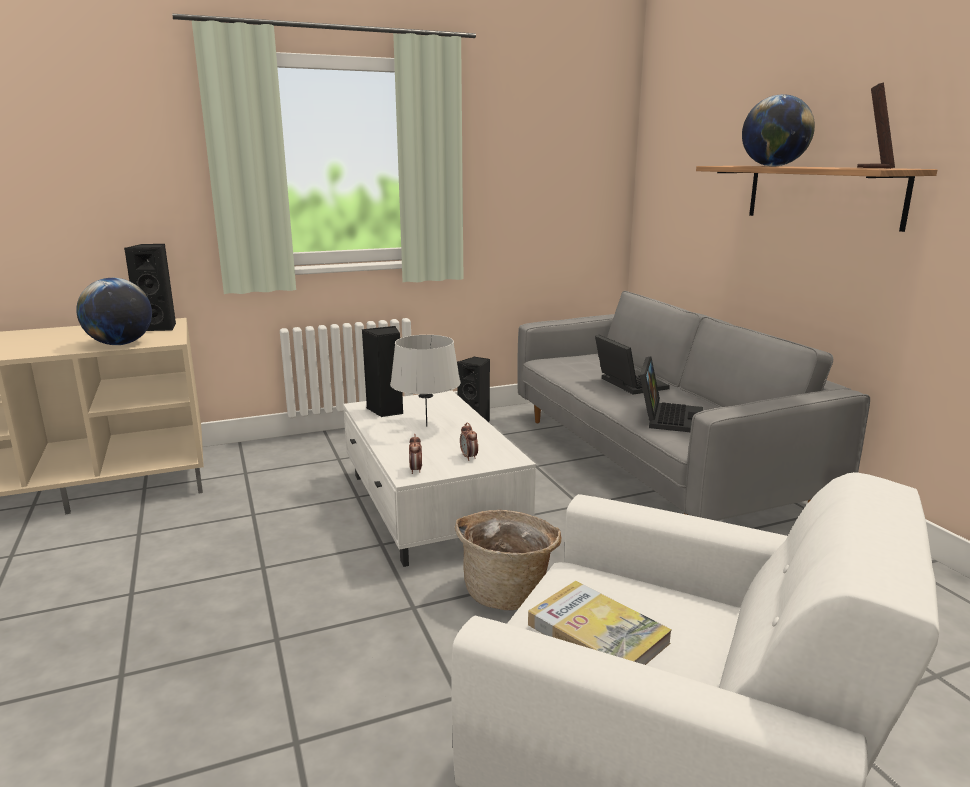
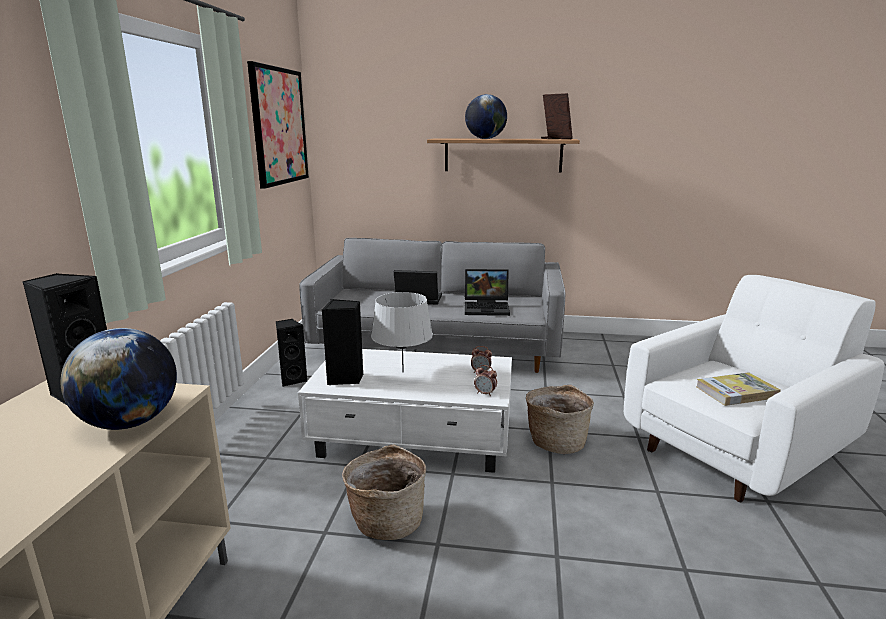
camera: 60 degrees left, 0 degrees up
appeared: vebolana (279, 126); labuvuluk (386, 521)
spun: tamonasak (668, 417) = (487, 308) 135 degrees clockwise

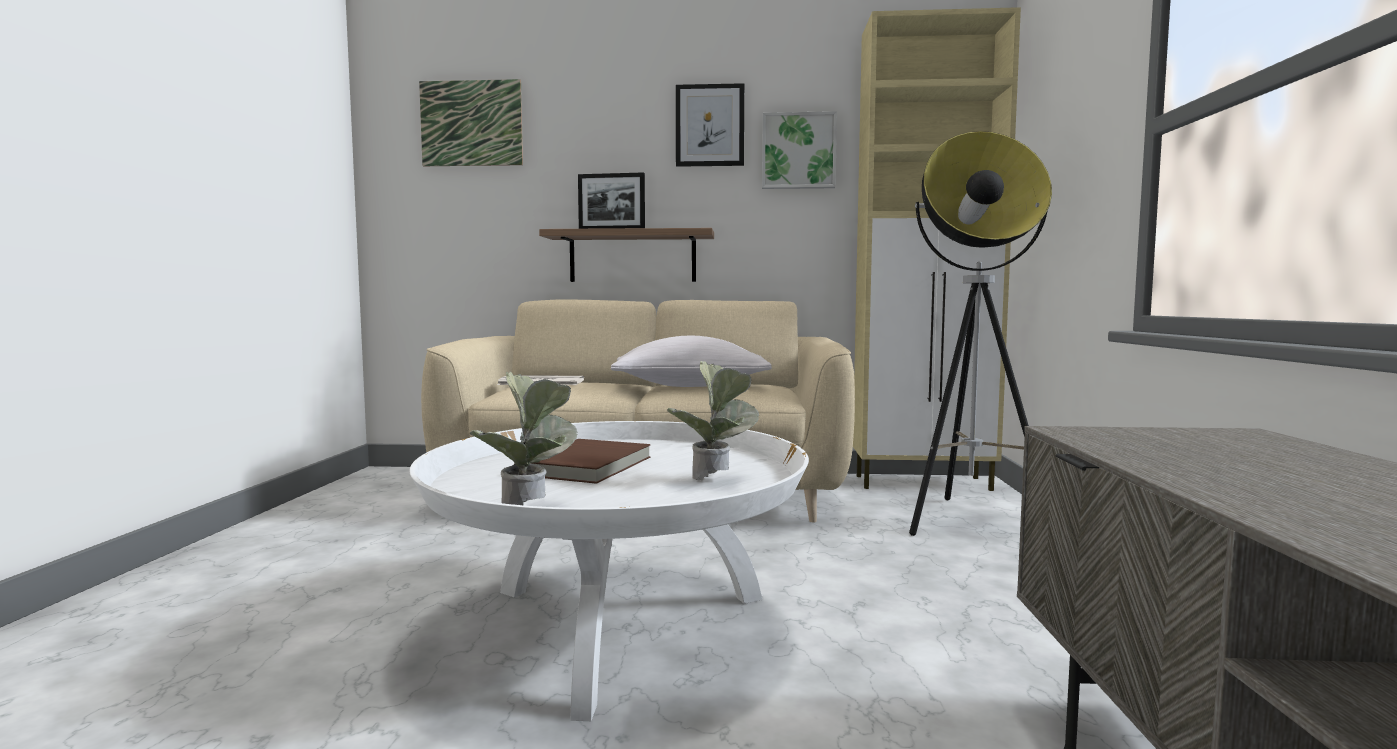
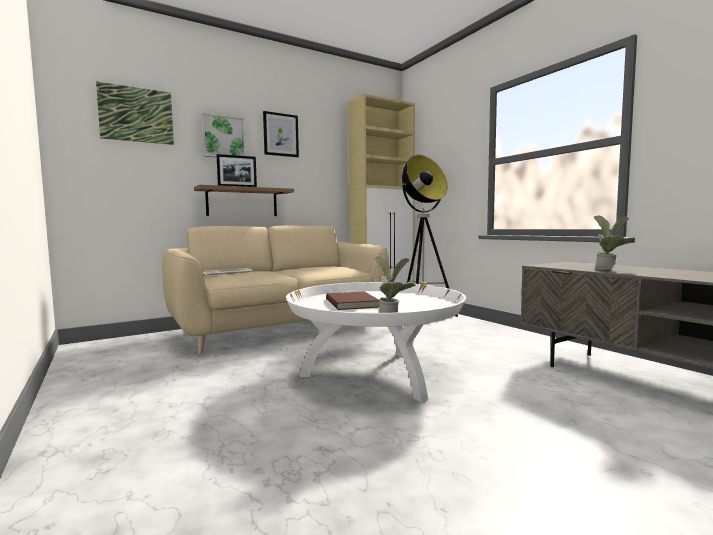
camera: 35 degrees left, 0 degrees up
missing: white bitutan (690, 386)
relocated: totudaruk (716, 480) to (609, 269); vebolana (798, 151) to (223, 137)

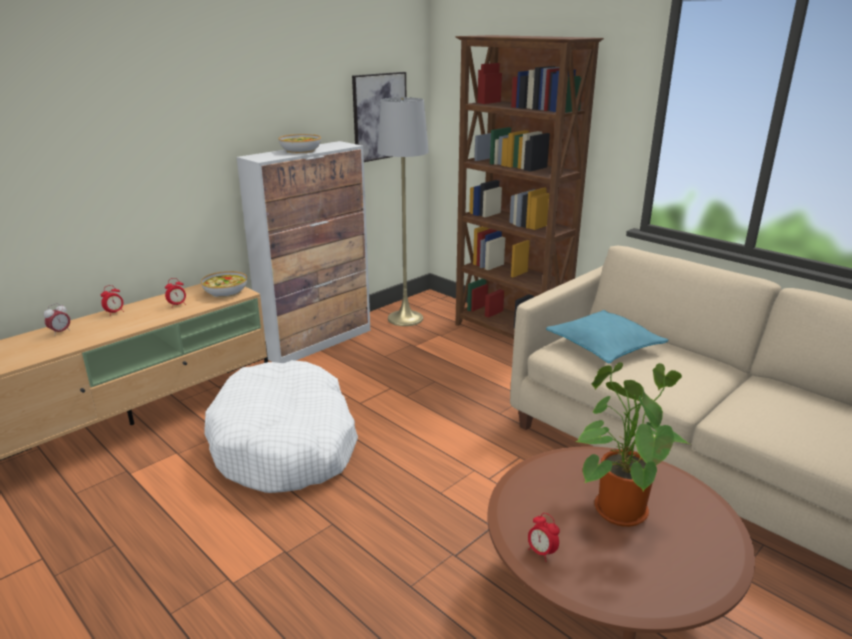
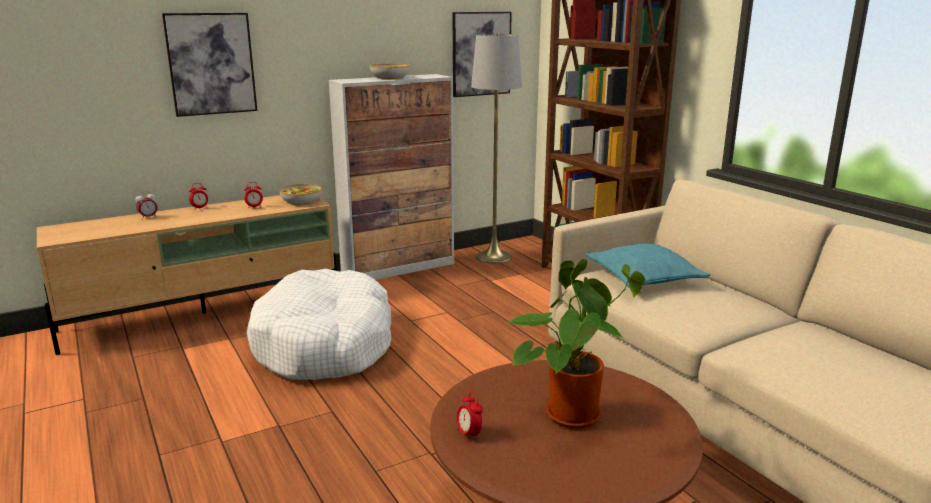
camera: 15 degrees right, 5 degrees down
appeared: vebolana (211, 64)

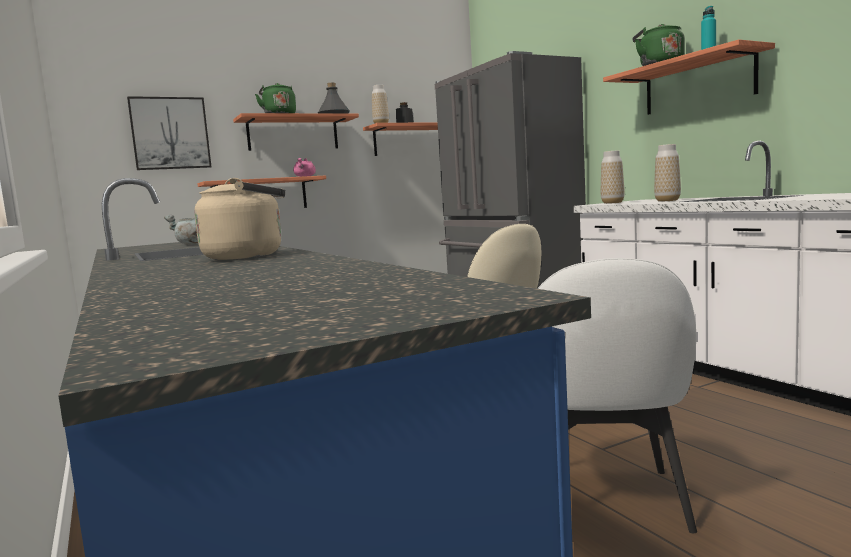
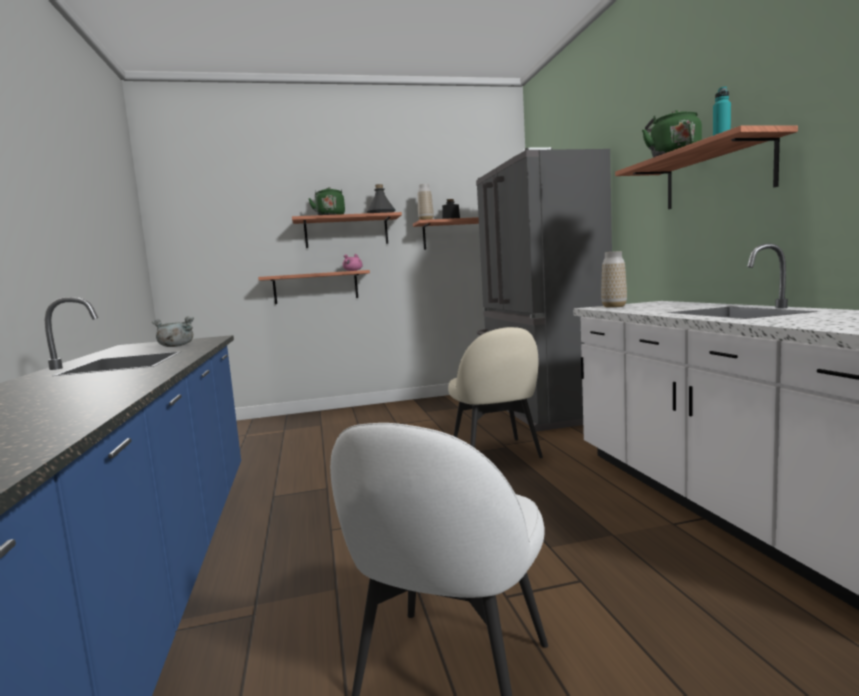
camera: 15 degrees right, 0 degrees up
missing: vebolana (170, 133); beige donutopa (248, 256); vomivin (667, 200)

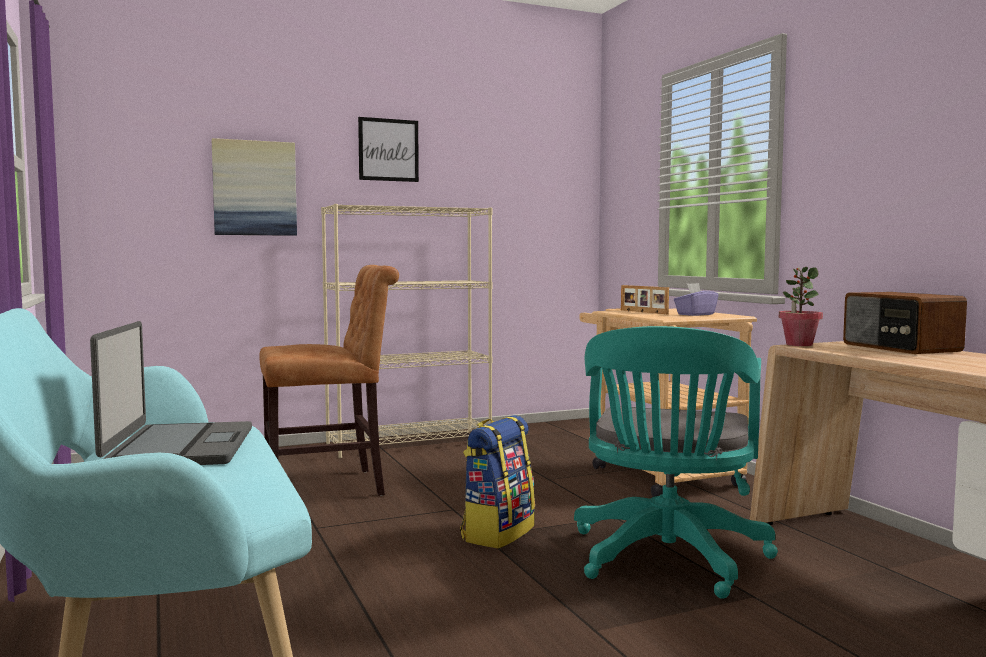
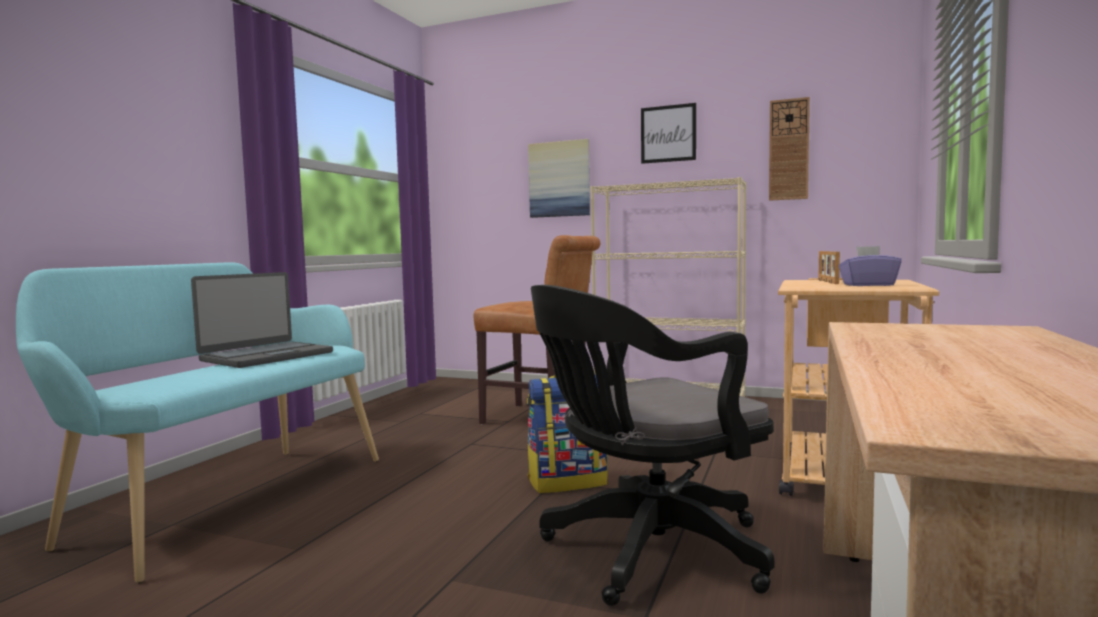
camera: 45 degrees right, 0 degrees up
missing: totudaruk (798, 344); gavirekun (900, 348)
appeared: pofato (789, 149)
colour: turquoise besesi (667, 560) to black besesi (646, 552)

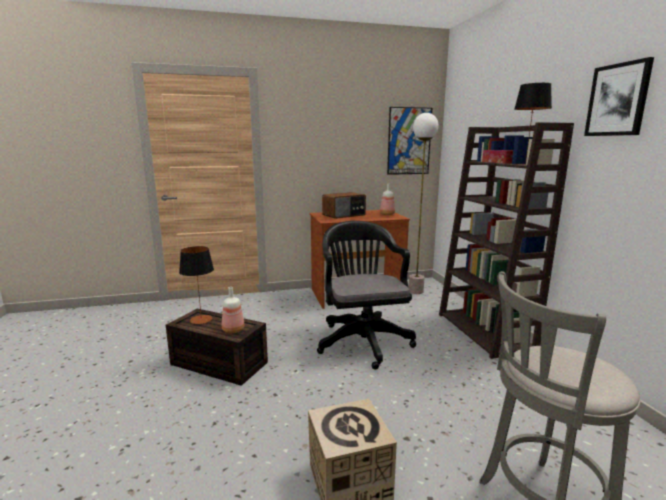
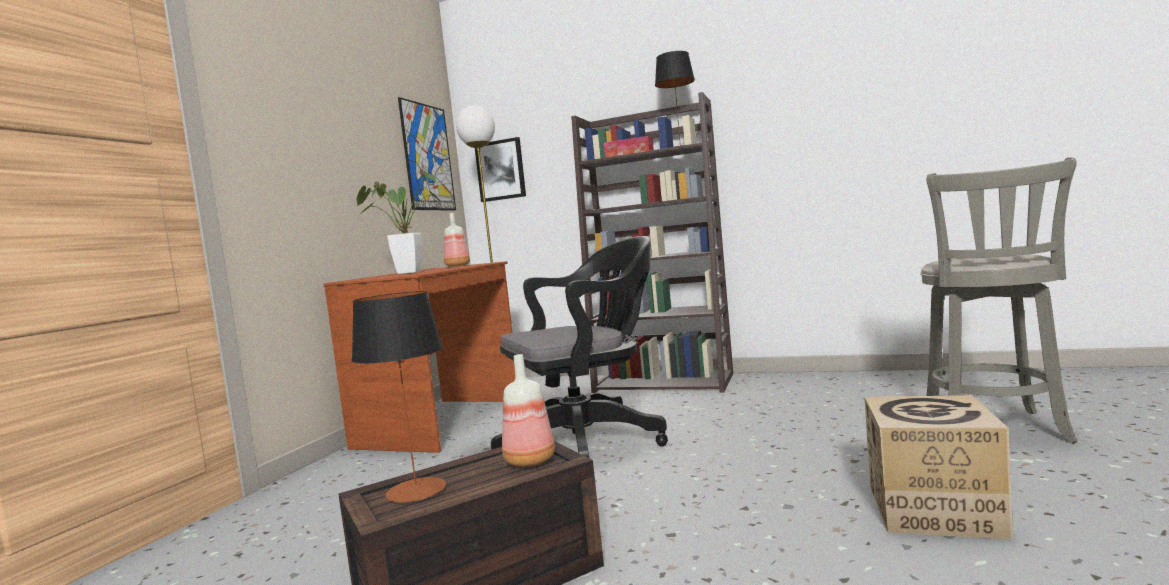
camera: 55 degrees left, 10 degrees down
relocated: vebolana (618, 100) to (501, 170)
exchanged: gavirekun (344, 215) to totudaruk (403, 273)
spun: black besesi (362, 340) = (589, 443) 135 degrees clockwise

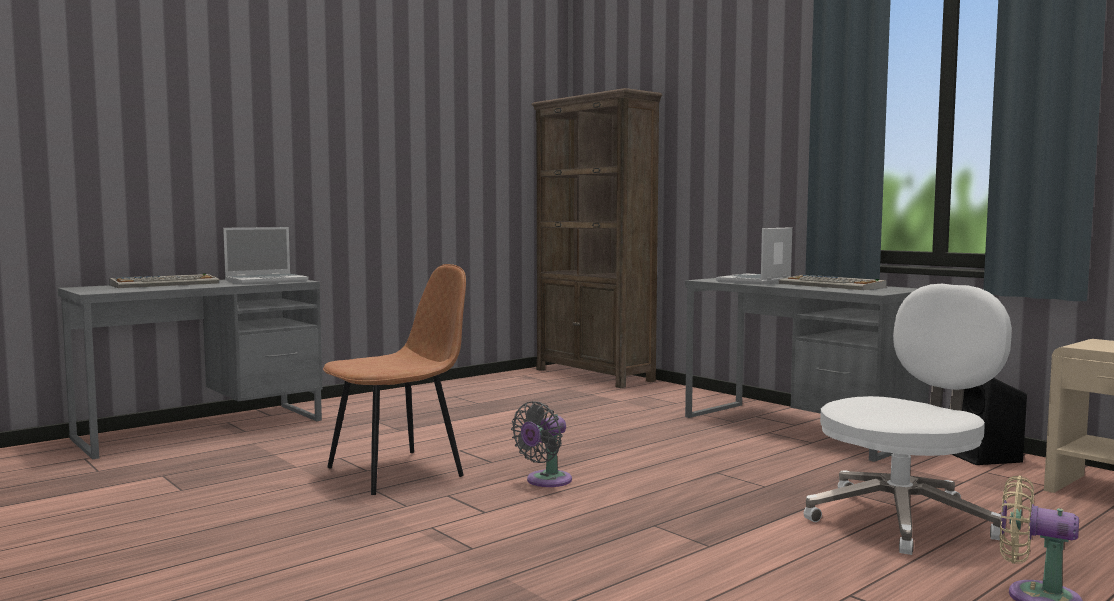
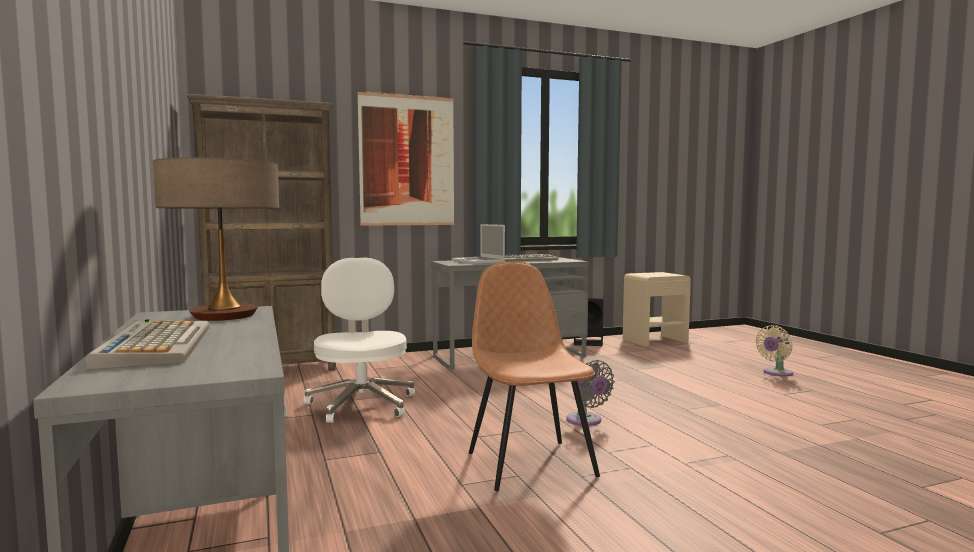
camera: 70 degrees left, 0 degrees up
appeared: vebolana (407, 160)
relocated: white besesi (903, 519) to (361, 403)
exchanged: tamonasak (267, 281) to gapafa (224, 316)

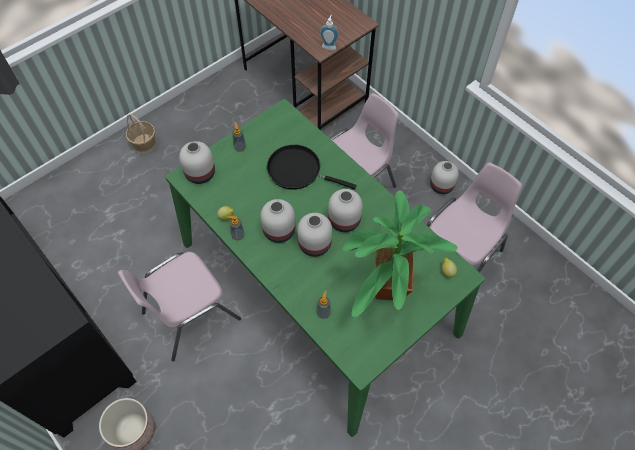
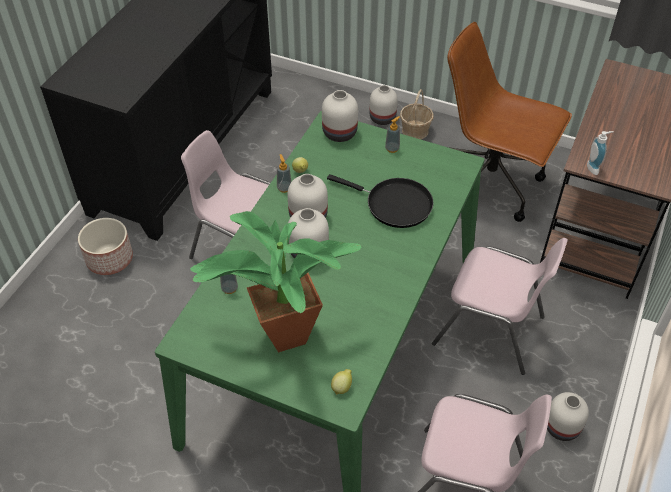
camera: 65 degrees right, 10 degrees down
appeared: brown besesi (490, 185)
relocated: white vomivin (345, 220) to (383, 118)
spun: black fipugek (298, 171) = (394, 204) 120 degrees clockwise

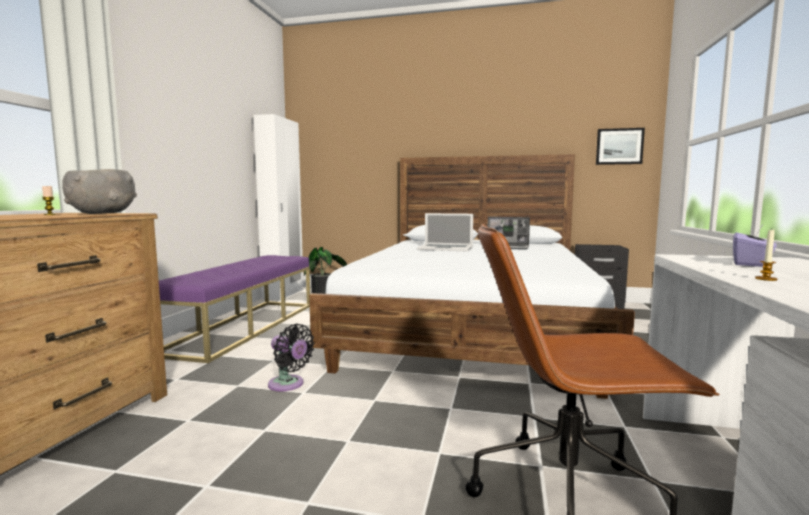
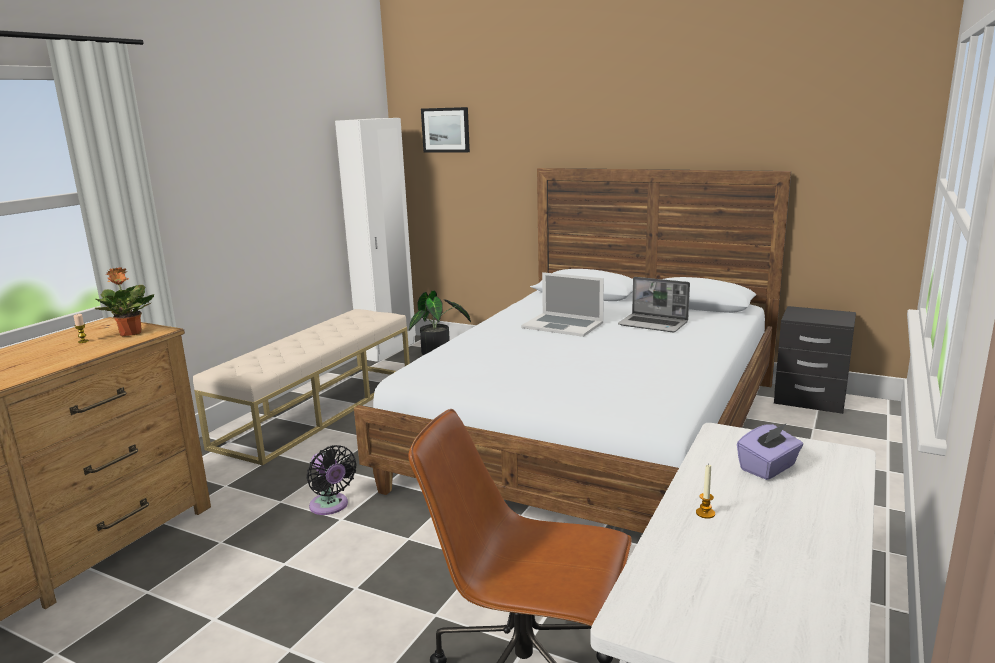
camera: 15 degrees right, 10 degrees up
relocated: vebolana (619, 146) to (446, 130)
exchanged: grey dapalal (101, 213) to totudaruk (130, 334)
colour: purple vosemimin (243, 327) to beige vosemimin (319, 409)

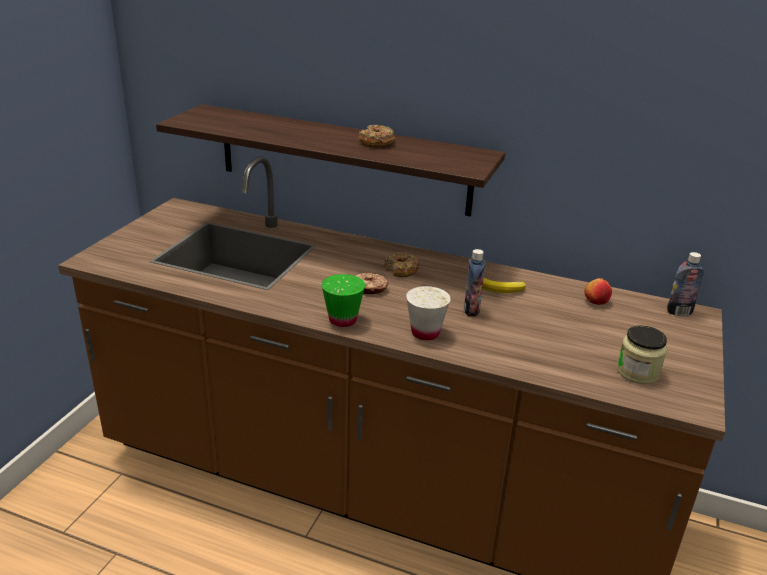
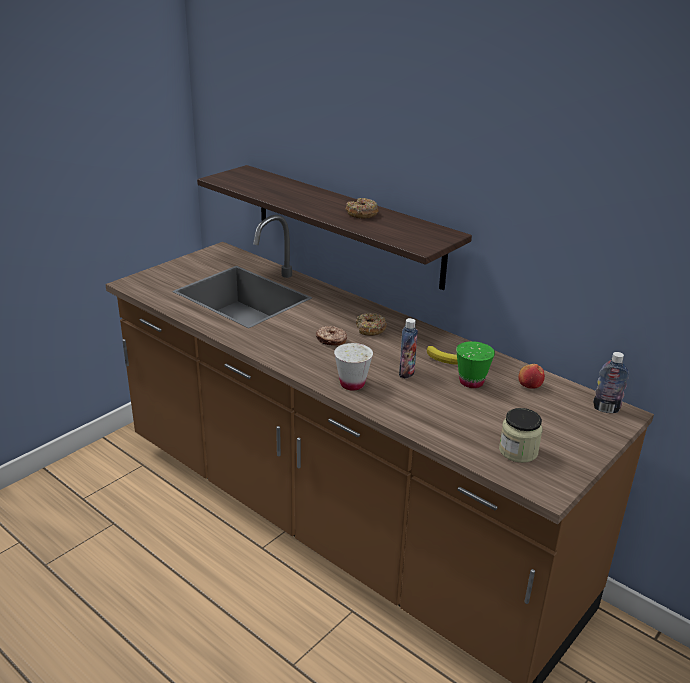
camera: 20 degrees right, 0 degrees up
relocated: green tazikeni (342, 320) to (471, 382)

